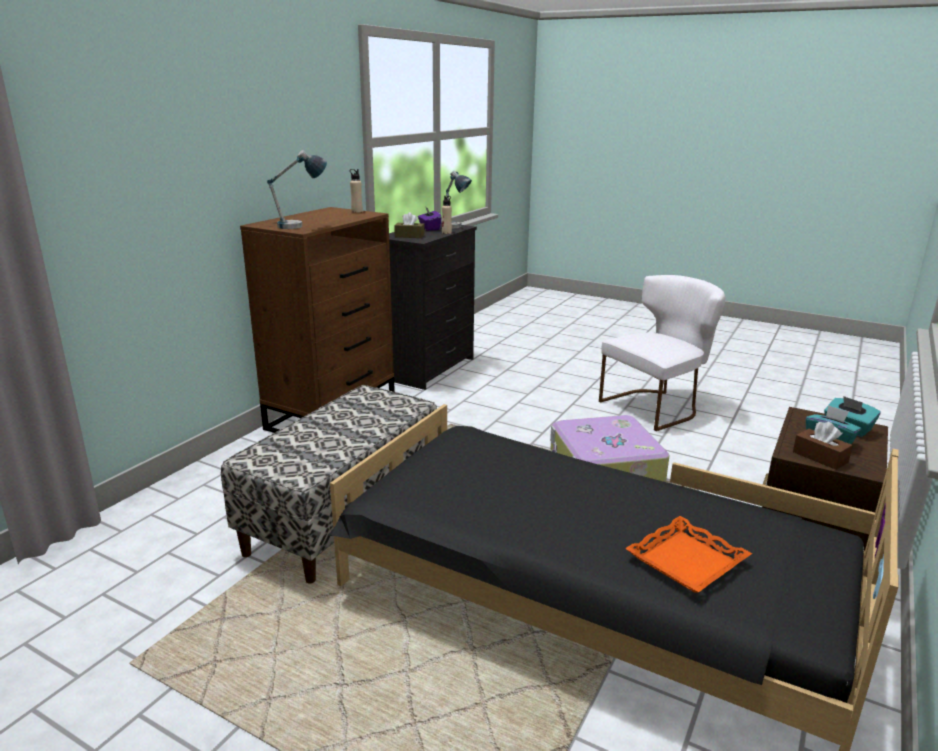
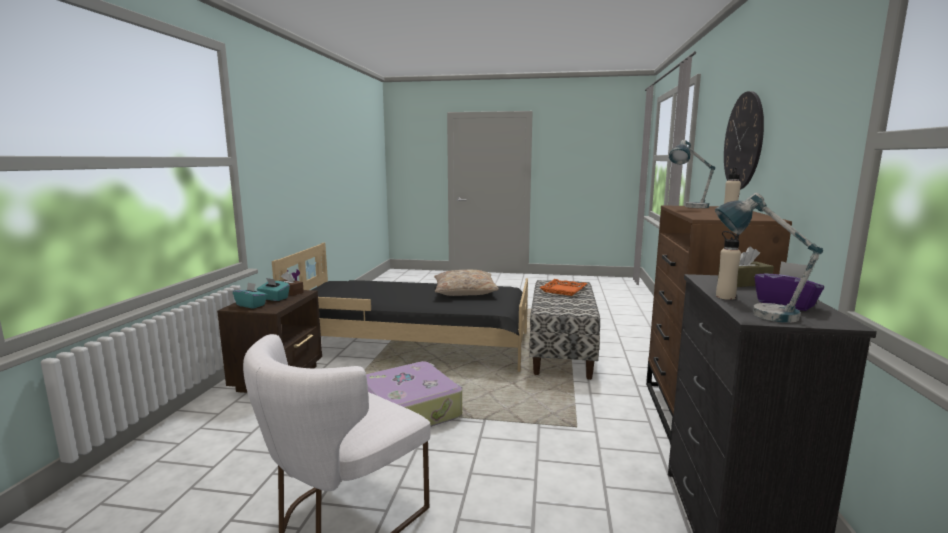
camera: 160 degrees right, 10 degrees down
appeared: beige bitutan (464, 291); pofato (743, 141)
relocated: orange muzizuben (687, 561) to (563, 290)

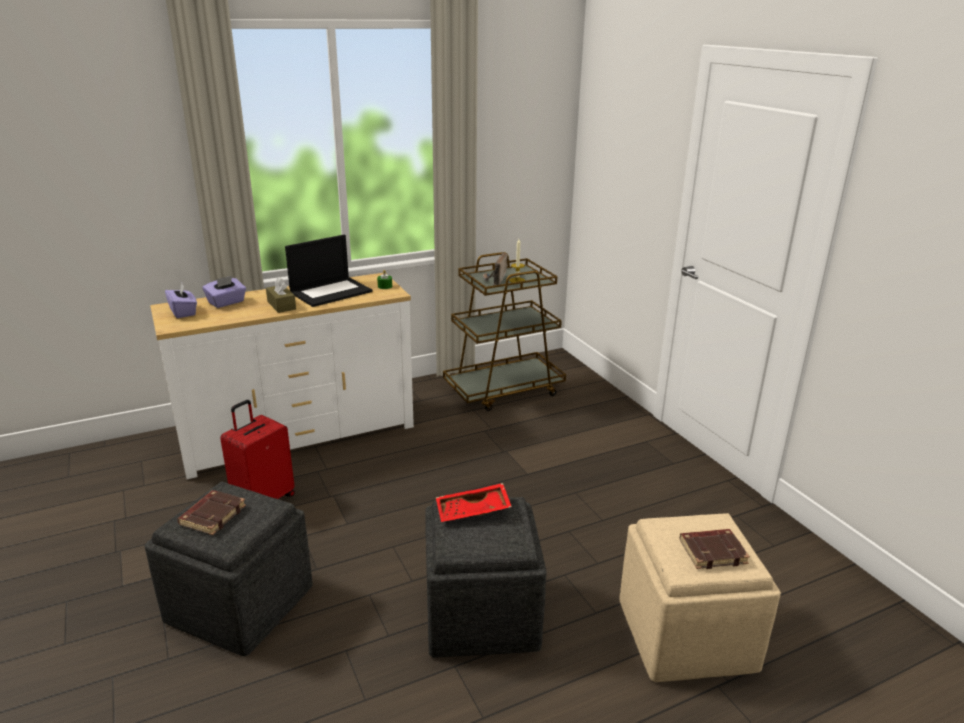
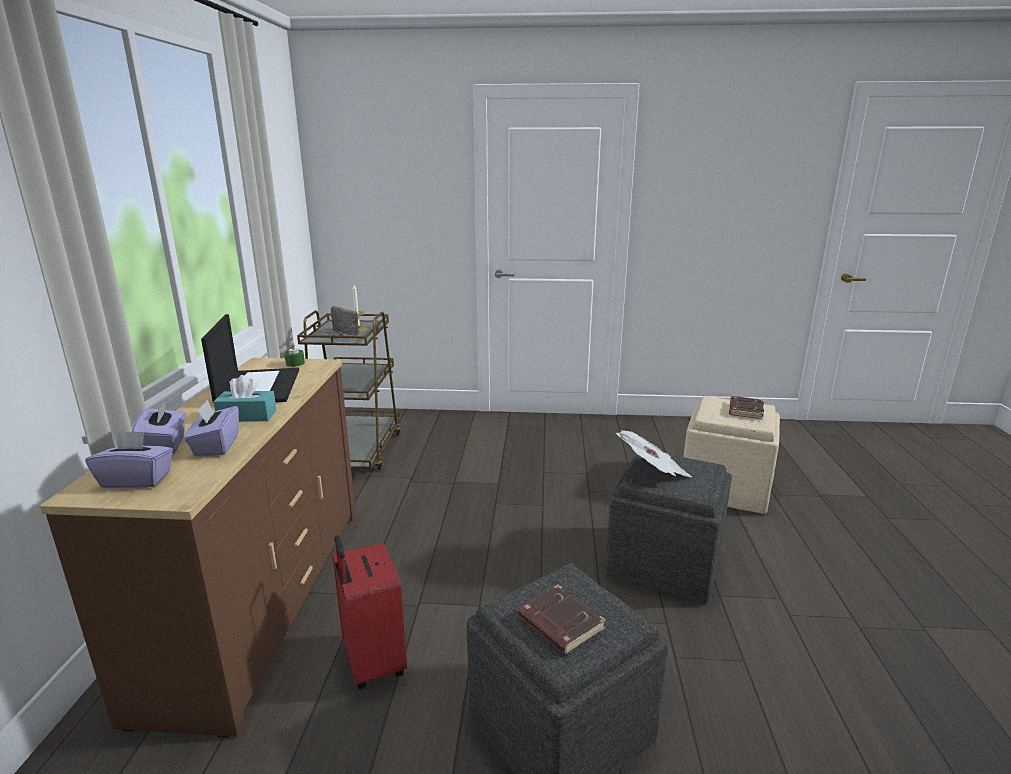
camera: 60 degrees left, 5 degrees down
appeared: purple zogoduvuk (216, 446)
exchanged: red muzizuben (473, 512) to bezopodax (652, 472)
colour: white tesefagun (298, 434) to brown tesefagun (260, 599); brown zogoduvuk (281, 305) to turquoise zogoduvuk (247, 416)

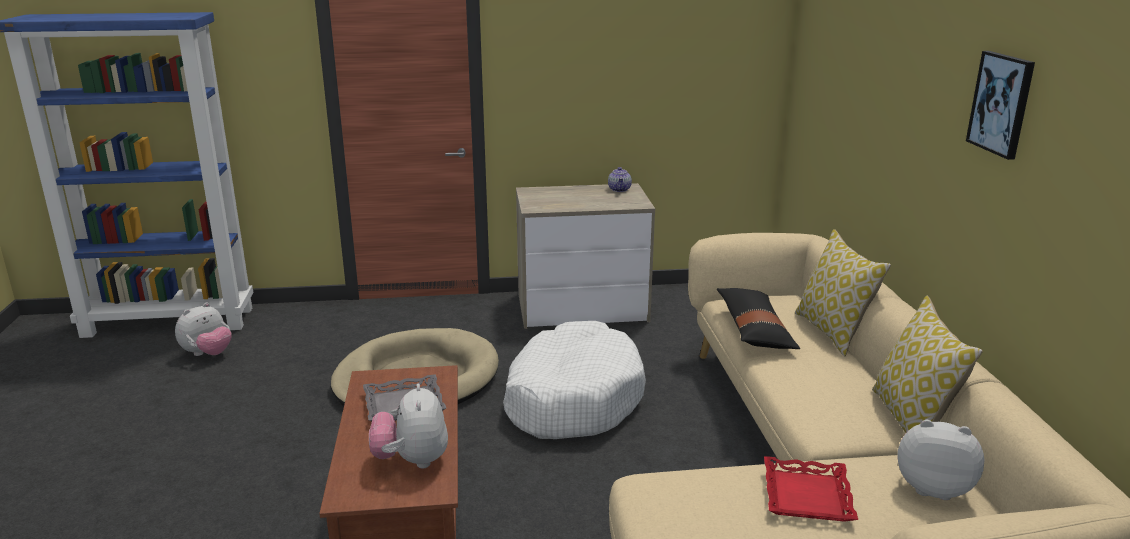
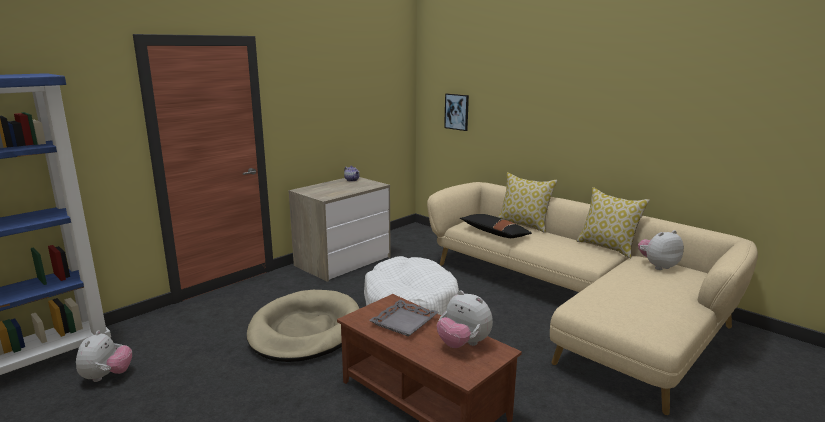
camera: 40 degrees left, 5 degrees down
missing: red muzizuben (806, 496)
relocated: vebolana (1001, 104) to (457, 111)

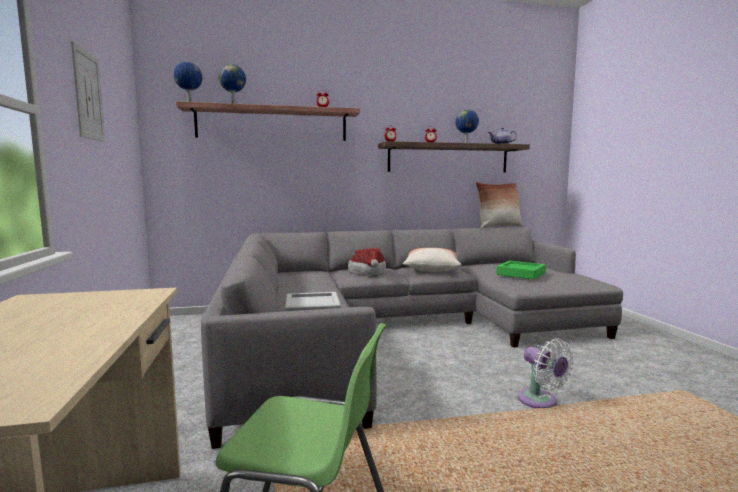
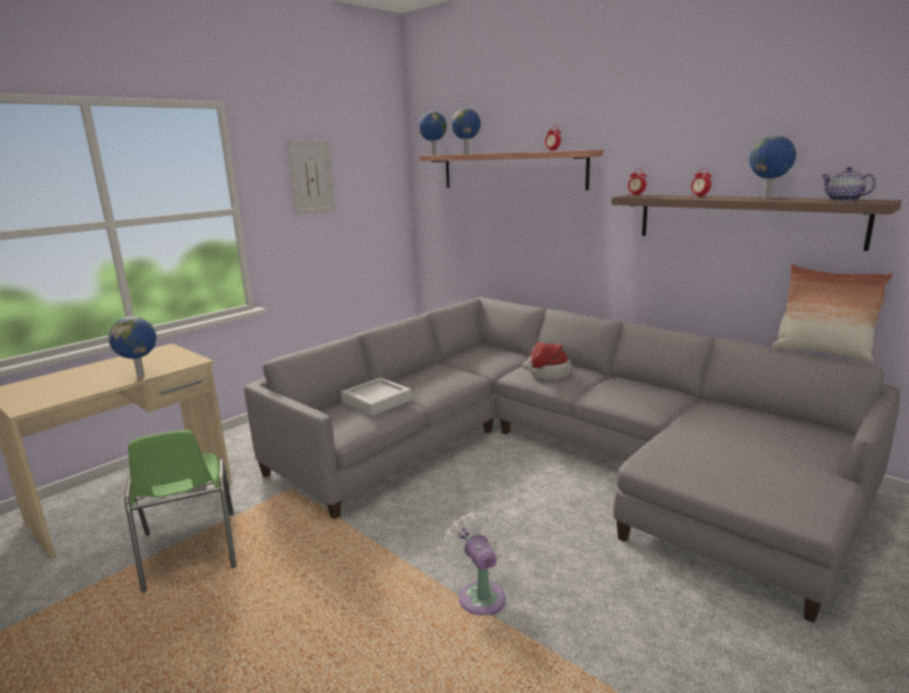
camera: 55 degrees right, 10 degrees up
missing: bitutan (431, 269); green muzizuben (520, 274)
appeared: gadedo (142, 375)
spun: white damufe (540, 401) = (479, 595) 135 degrees clockwise

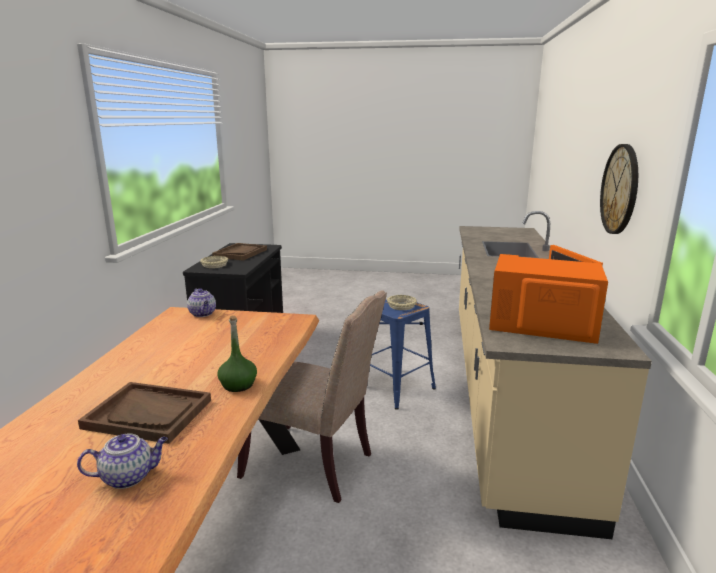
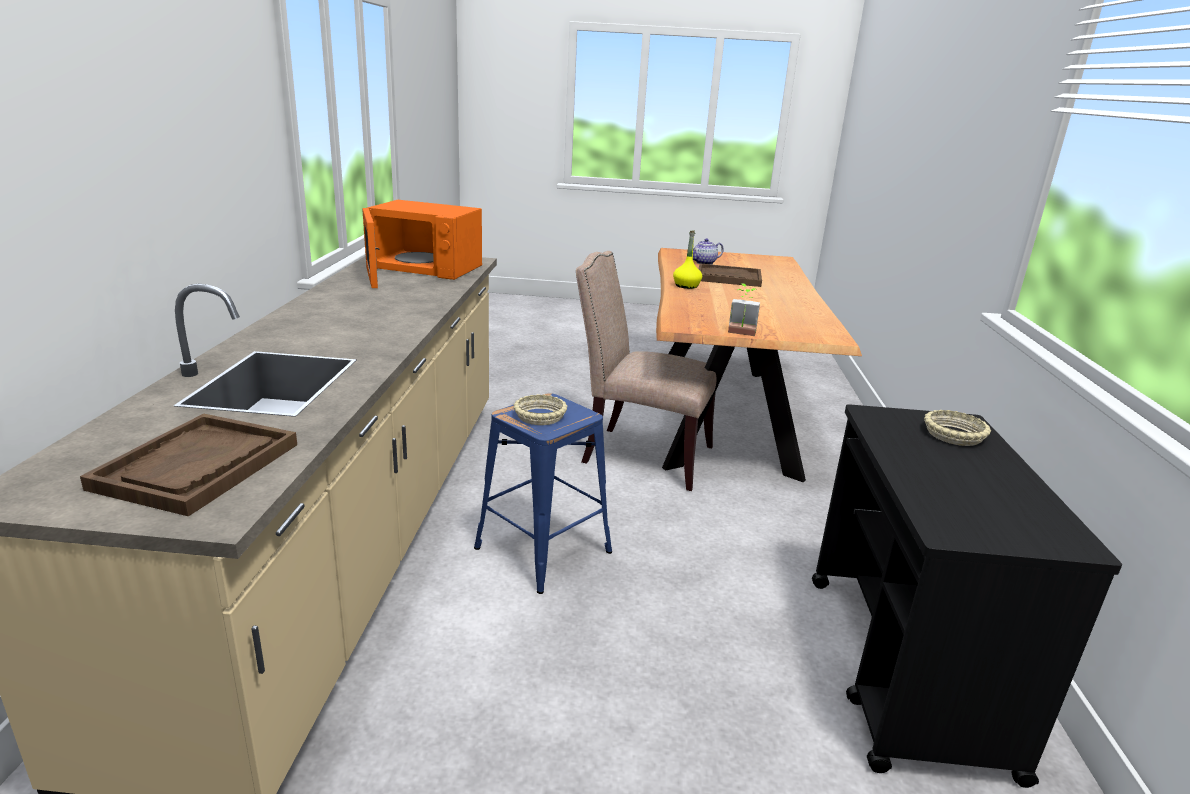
camera: 175 degrees right, 5 degrees up
missing: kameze (203, 314); pofato (620, 189)
appeared: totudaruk (741, 334)
relocated: brown muzizuben (240, 253) to (197, 466)
colour: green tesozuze (238, 385) to yellow tesozuze (686, 286)

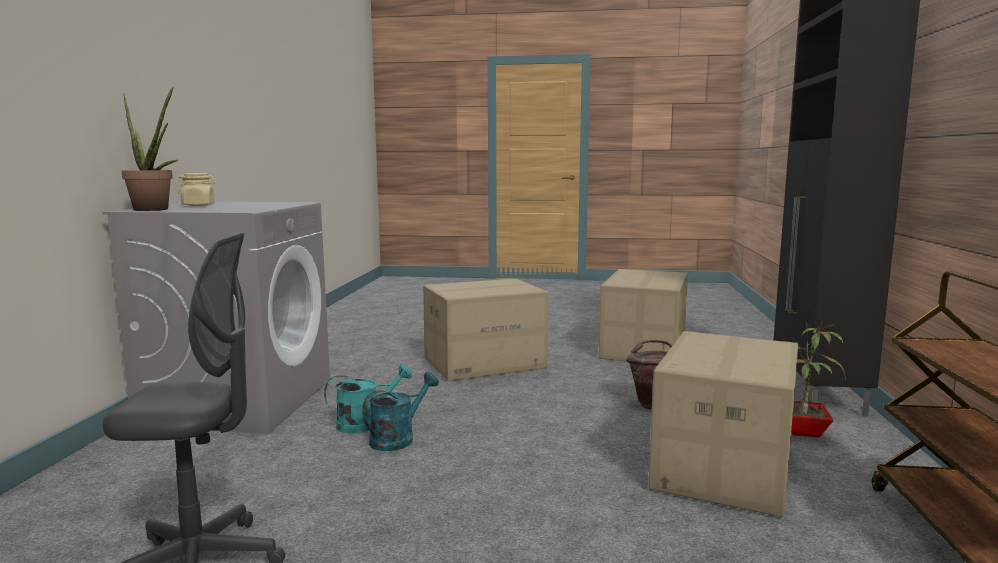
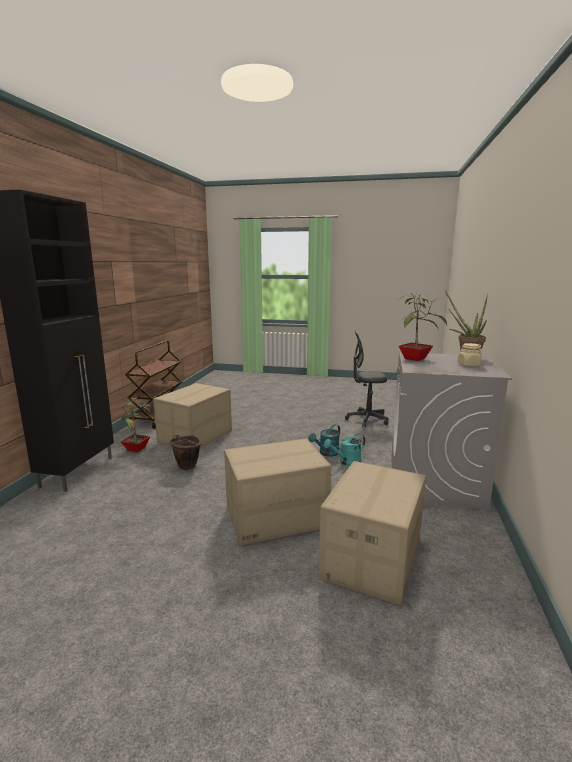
camera: 175 degrees left, 5 degrees up
appeared: totudaruk (415, 358)
relocated: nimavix (644, 349) to (371, 557)

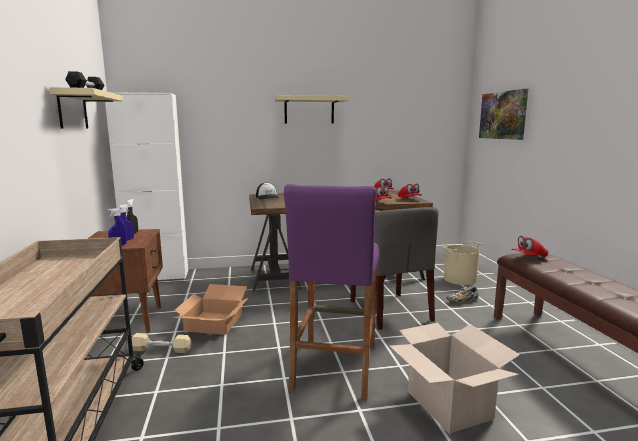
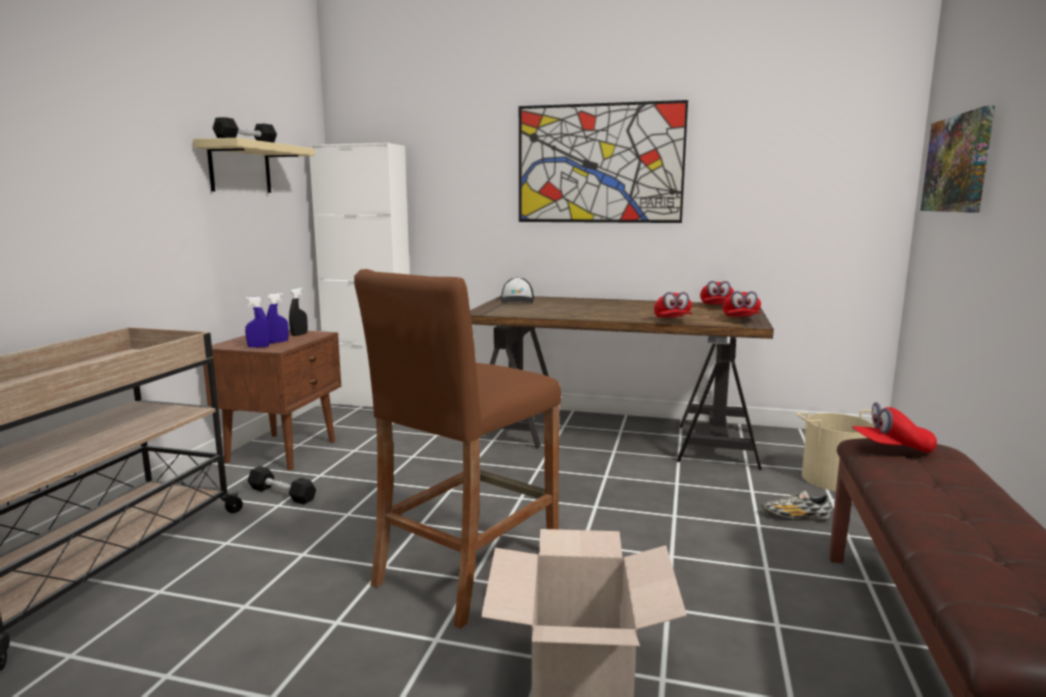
camera: 25 degrees right, 0 degrees up
missing: nimavix (213, 322); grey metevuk (390, 310)
exchanged: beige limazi (309, 110) to vebolana (599, 164)
colour: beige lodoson (161, 349) to black lodoson (282, 494); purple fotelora (334, 366) to brown fotelora (467, 569)

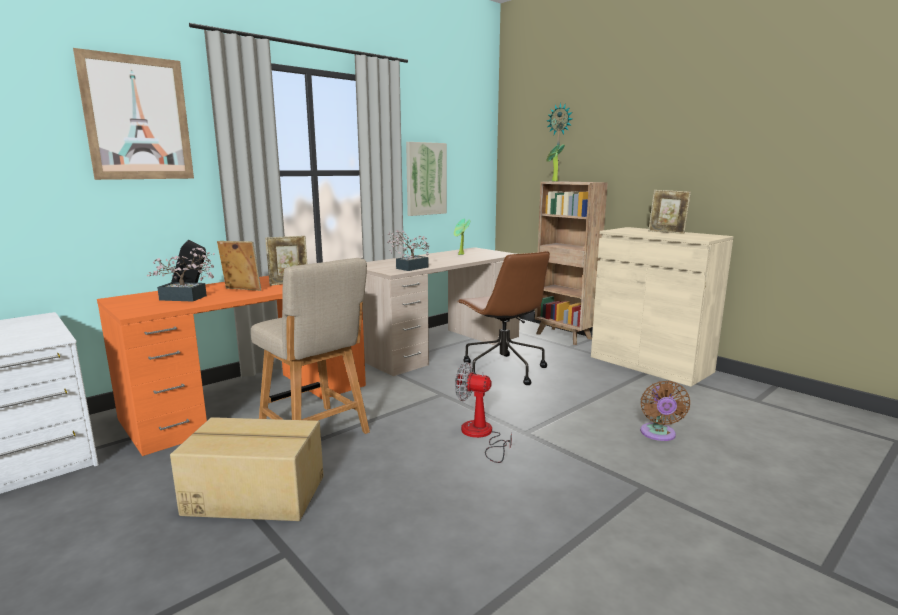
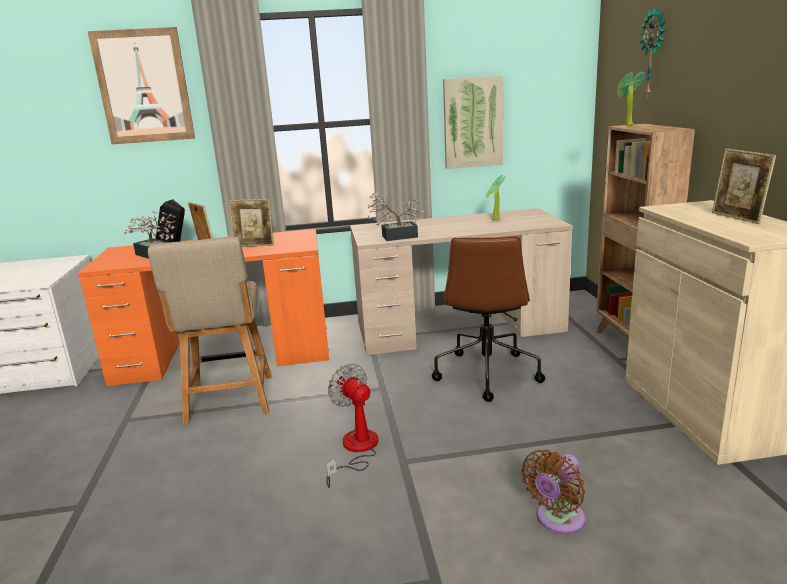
camera: 35 degrees right, 5 degrees up
missing: nimavix (255, 494)

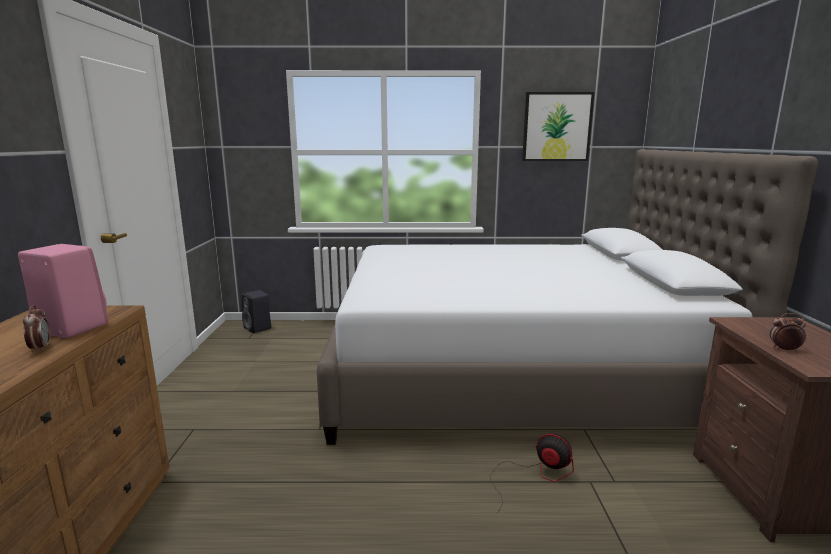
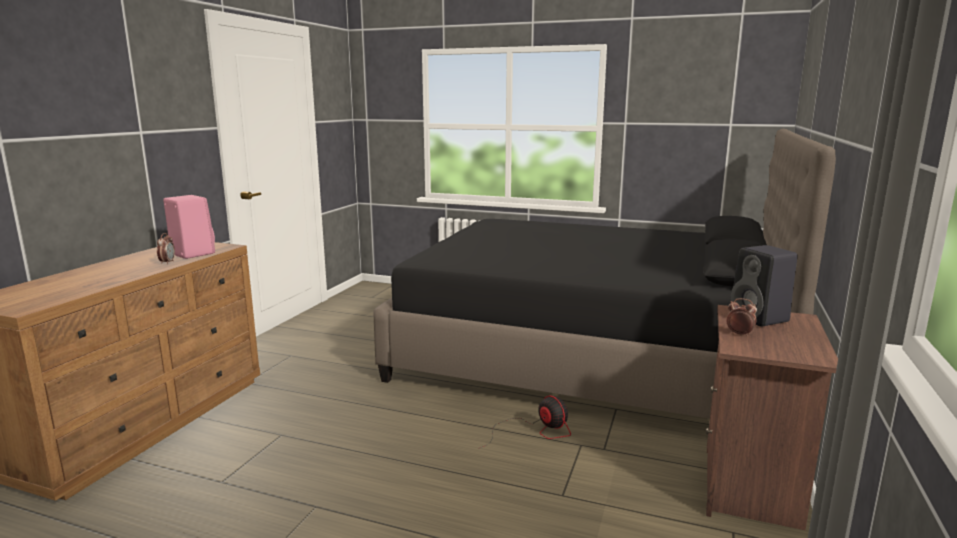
camera: 20 degrees right, 0 degrees up
missing: vebolana (556, 127)
relocated: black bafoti (258, 328) to (760, 318)
colour: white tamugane (511, 372) to black tamugane (589, 355)

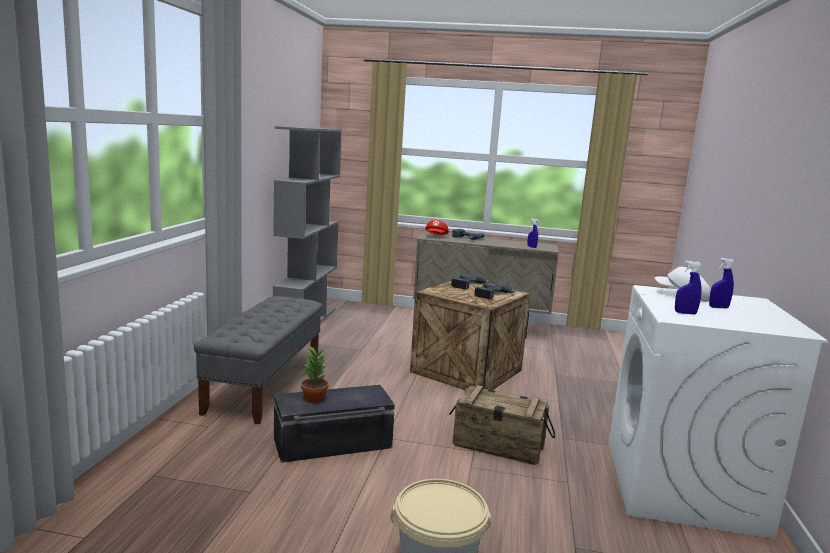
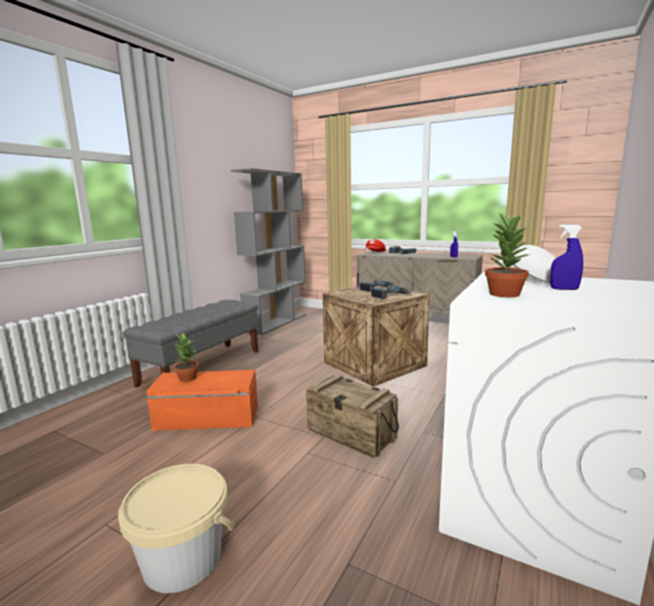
camera: 20 degrees right, 0 degrees up
exchanged: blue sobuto (685, 313) to totudaruk (504, 294)
colour: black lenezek (333, 443) to orange lenezek (207, 418)

